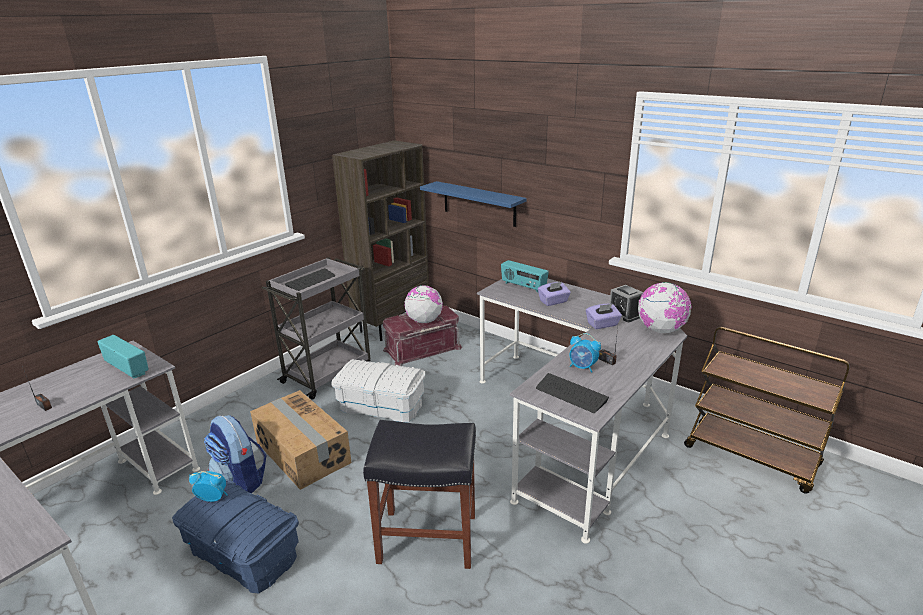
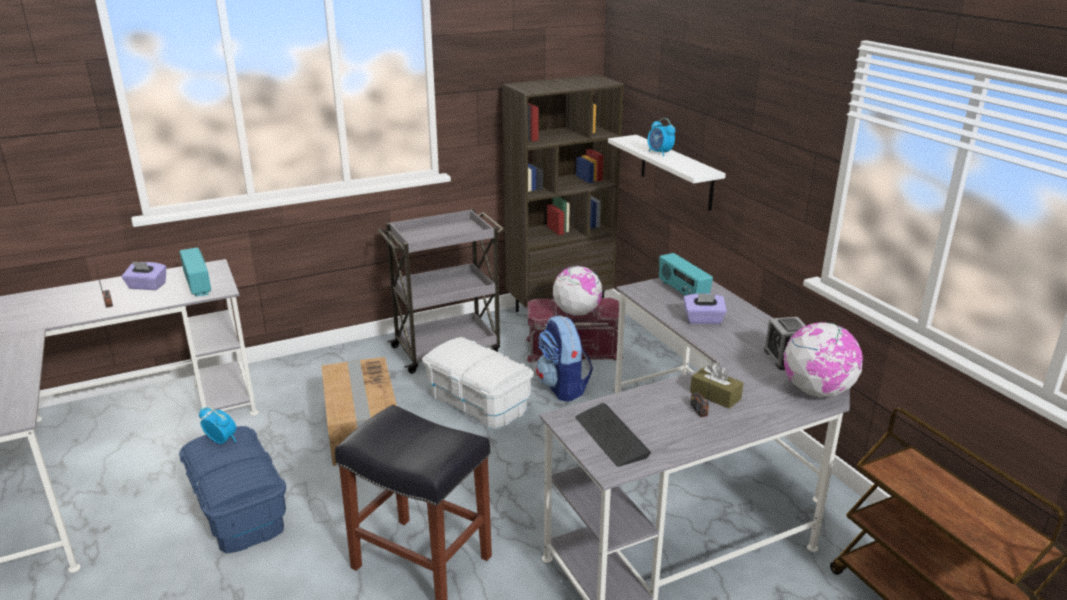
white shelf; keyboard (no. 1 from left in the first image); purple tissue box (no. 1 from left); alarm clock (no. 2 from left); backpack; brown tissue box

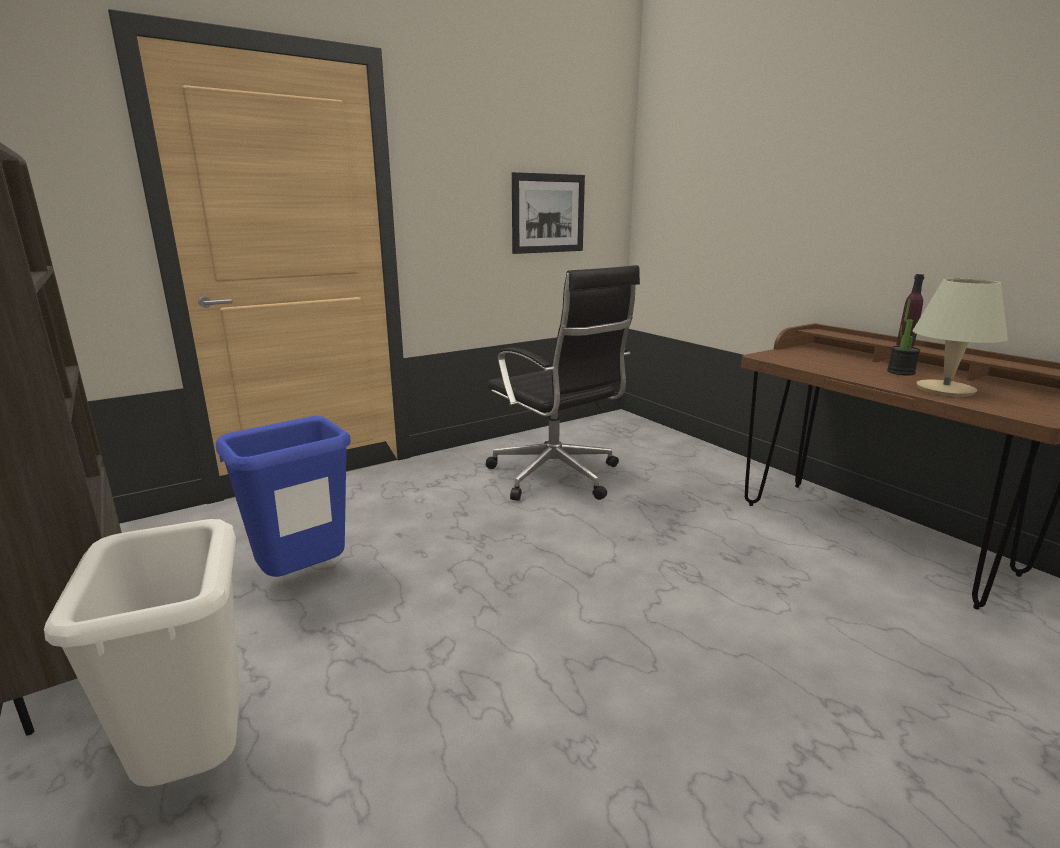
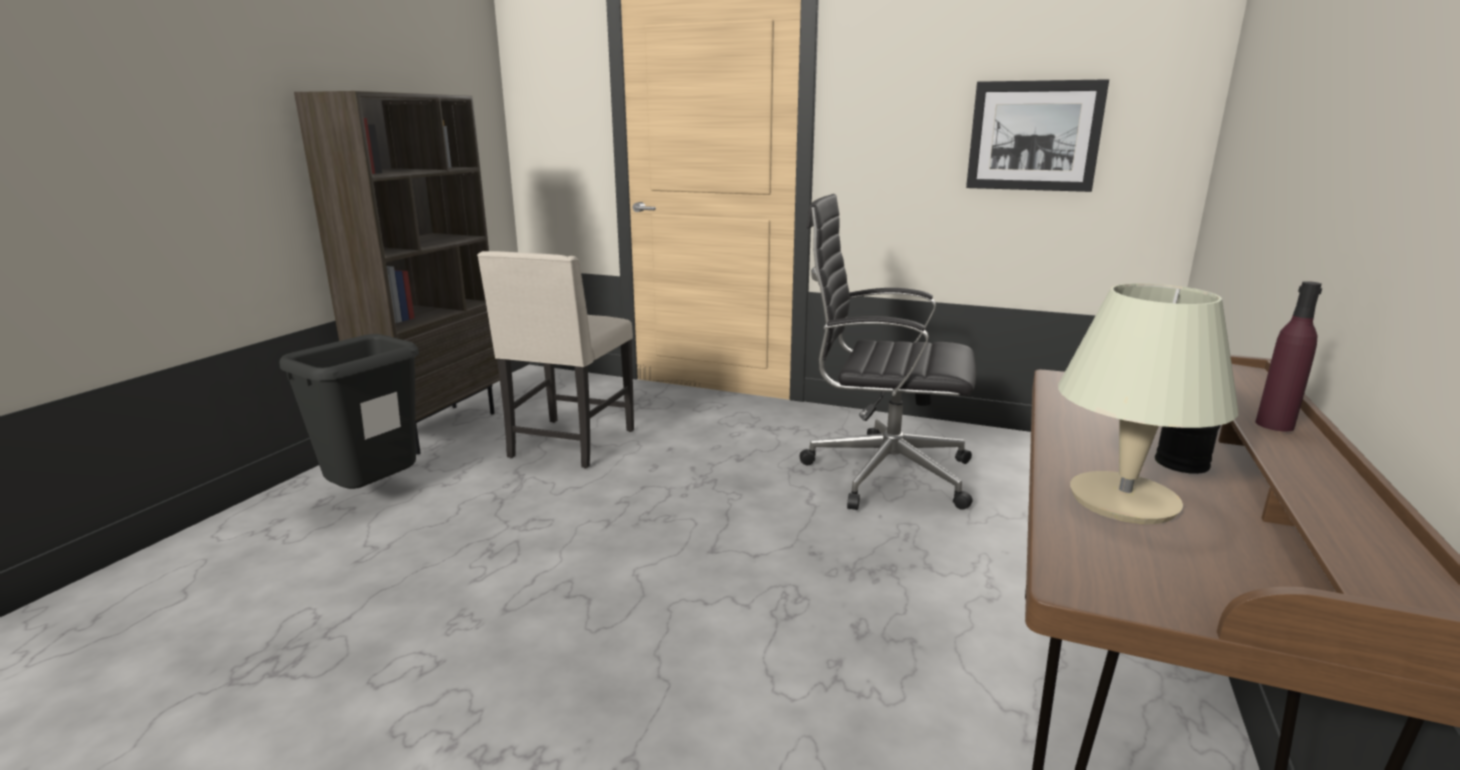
black office chair; beige chair; black trash can

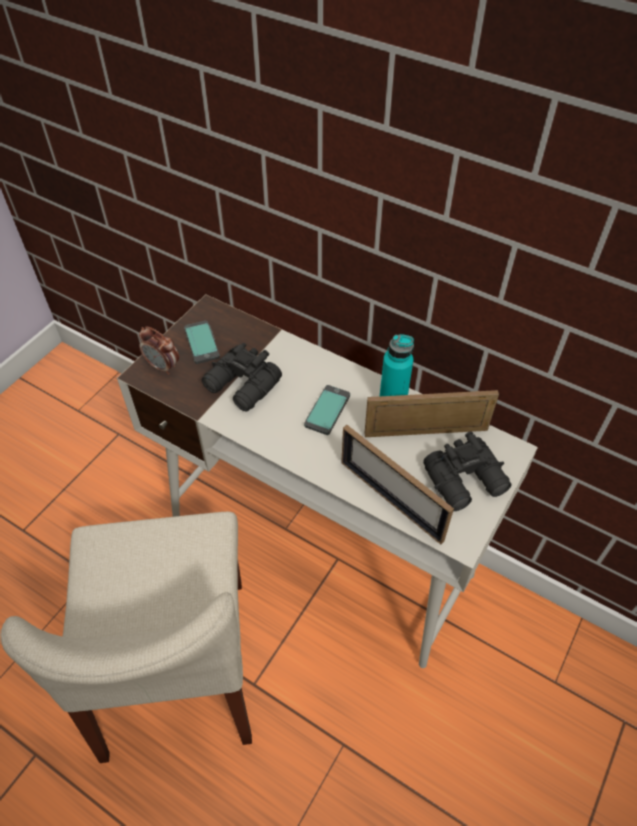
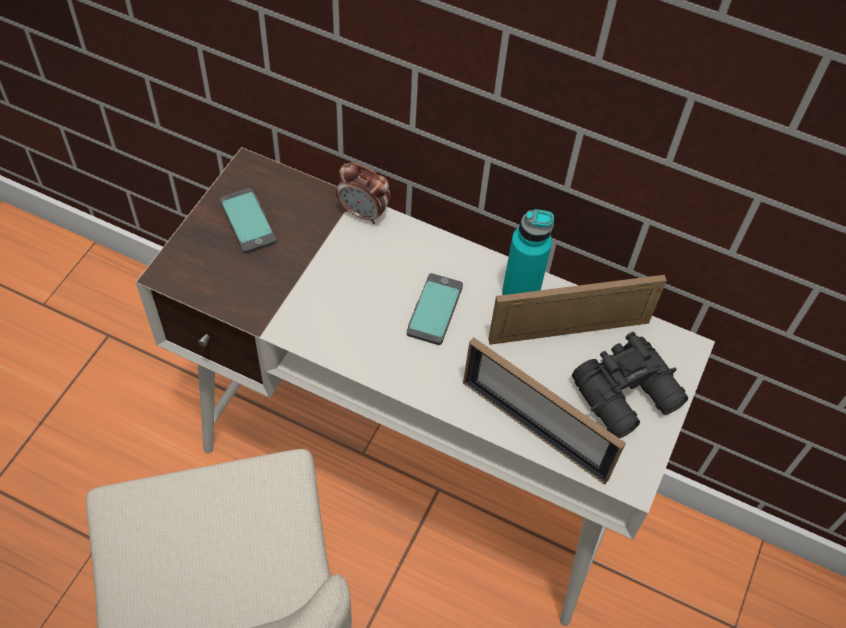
alarm clock; black binoculars (no. 1 from left in the first image)

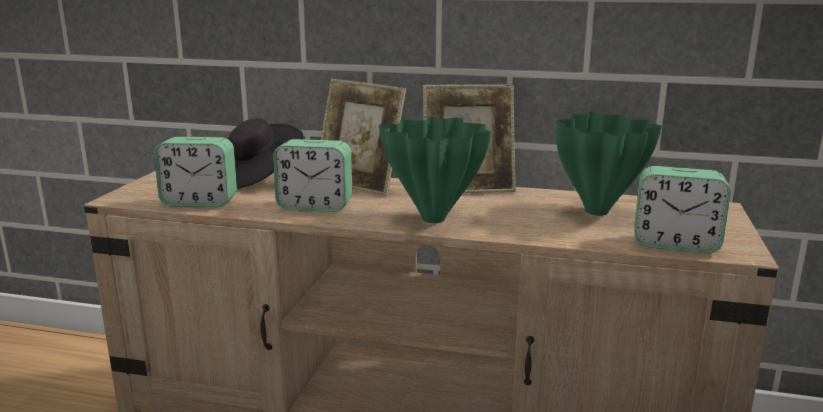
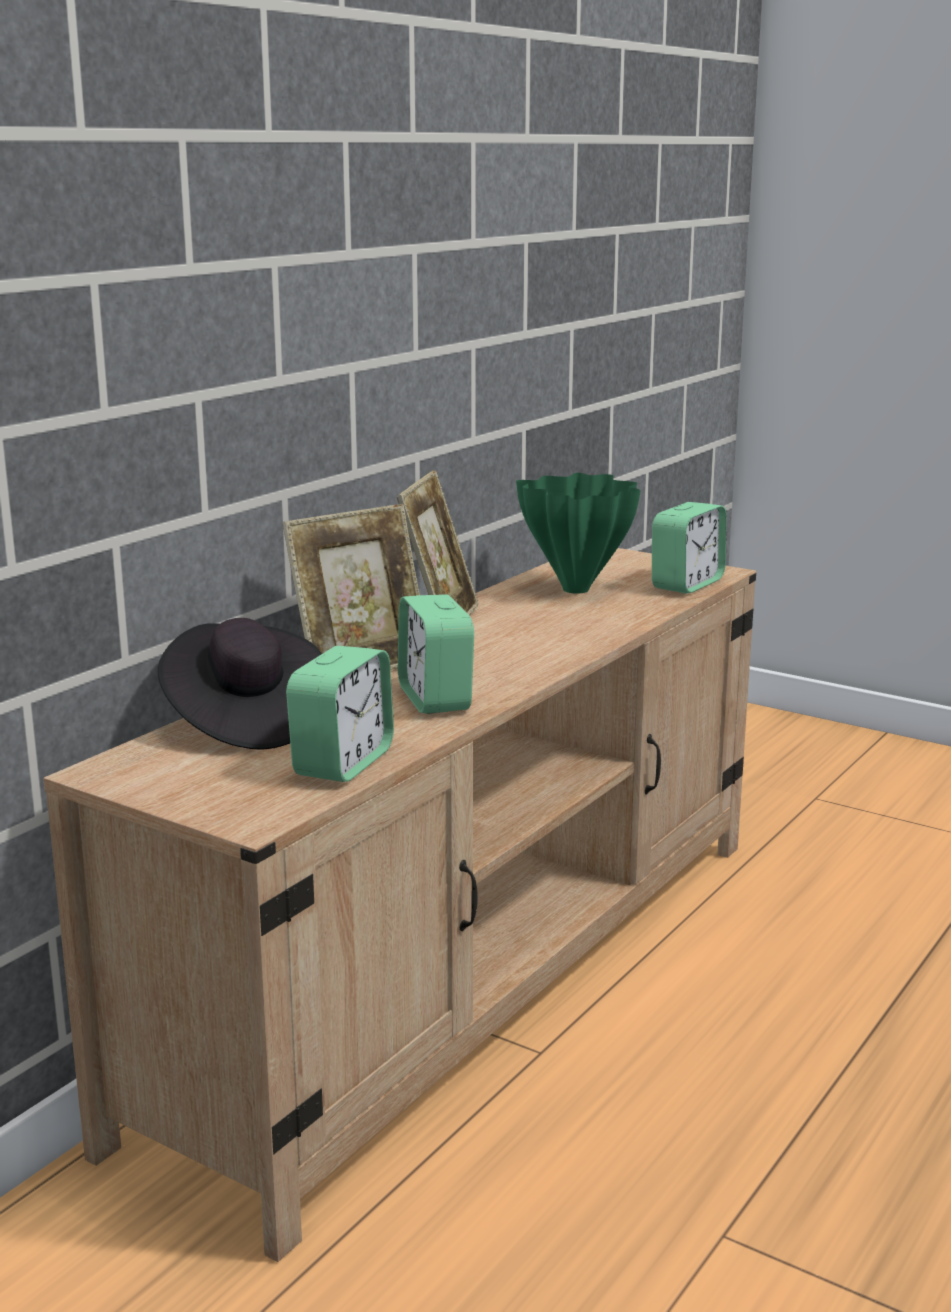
green vase (no. 1 from left in the first image); alarm clock (no. 2 from left)

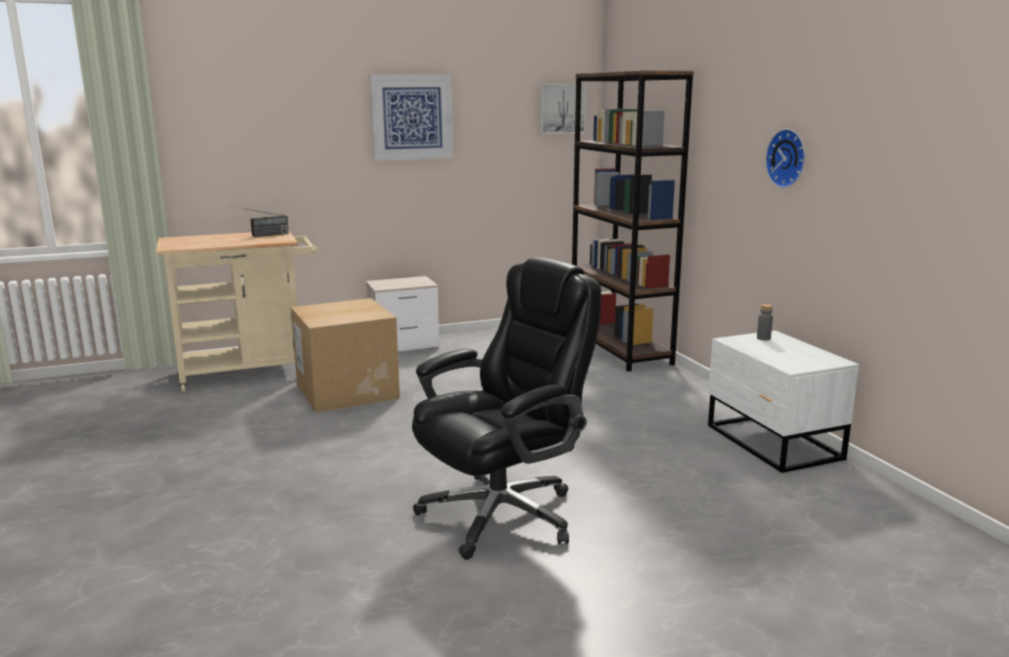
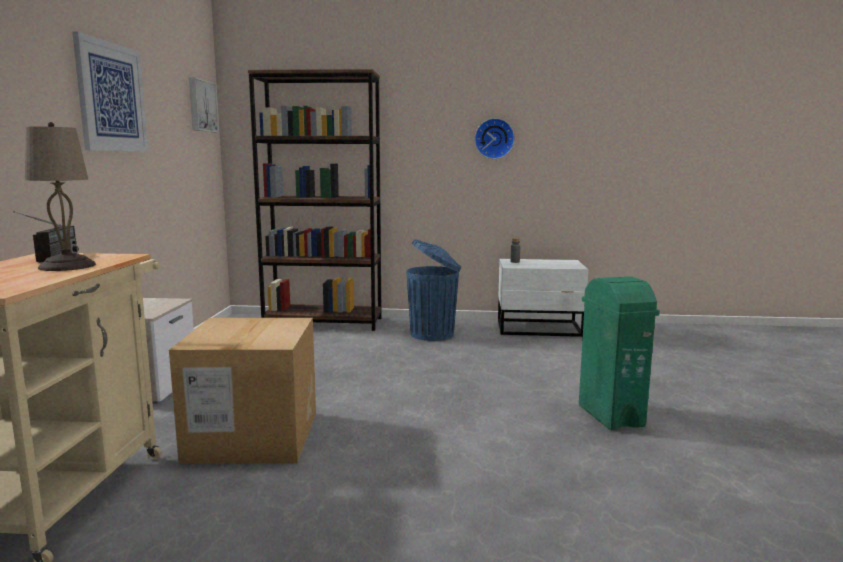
green trash can; beige table lamp; blue trash can

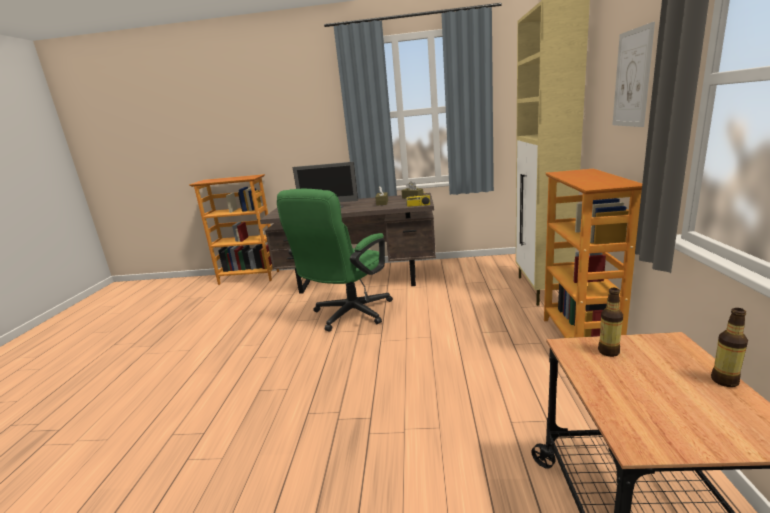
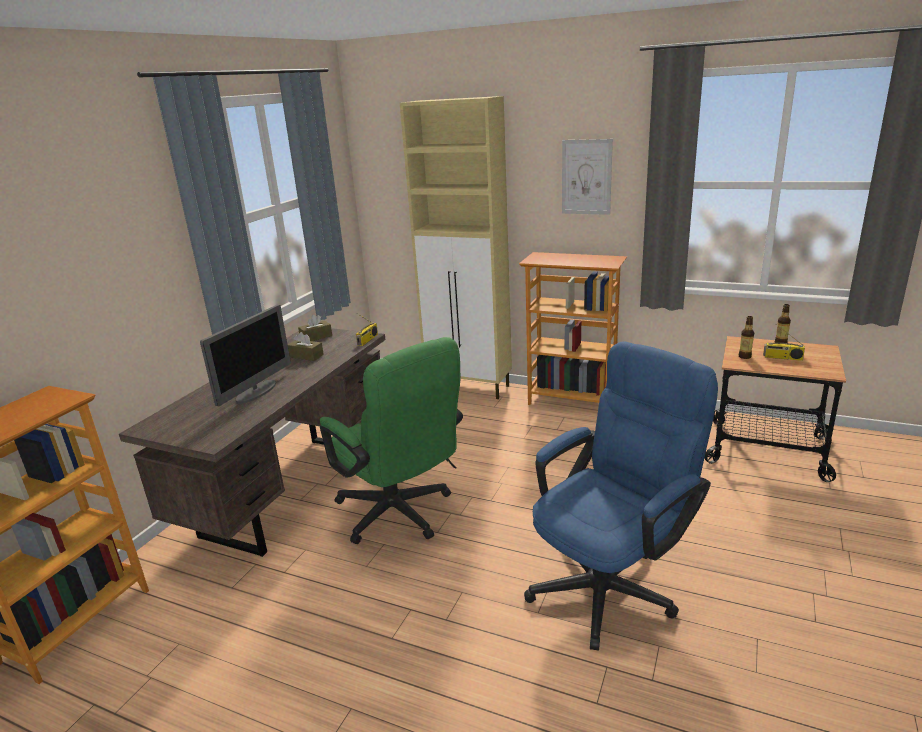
radio (no. 2 from left); blue office chair

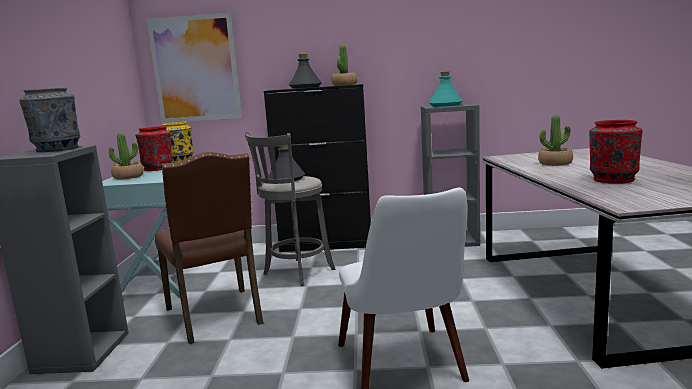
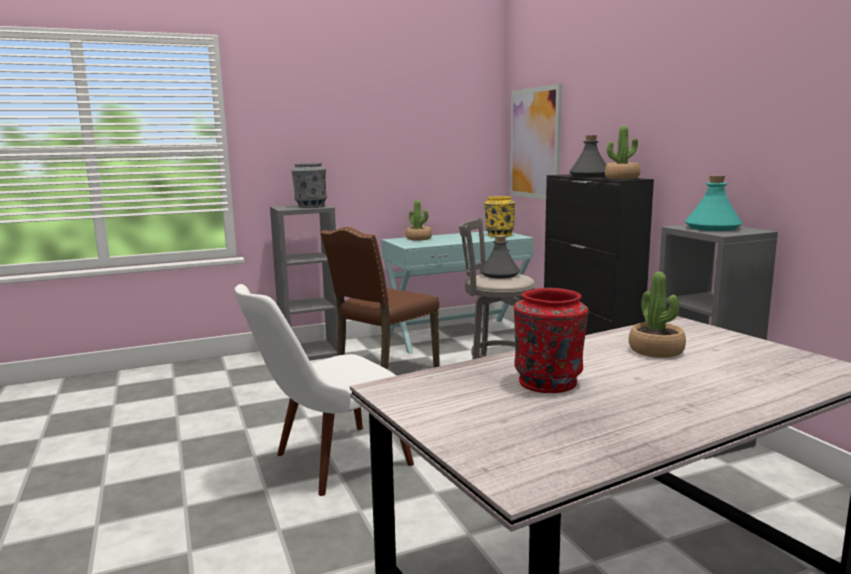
red vase (no. 1 from left in the first image)

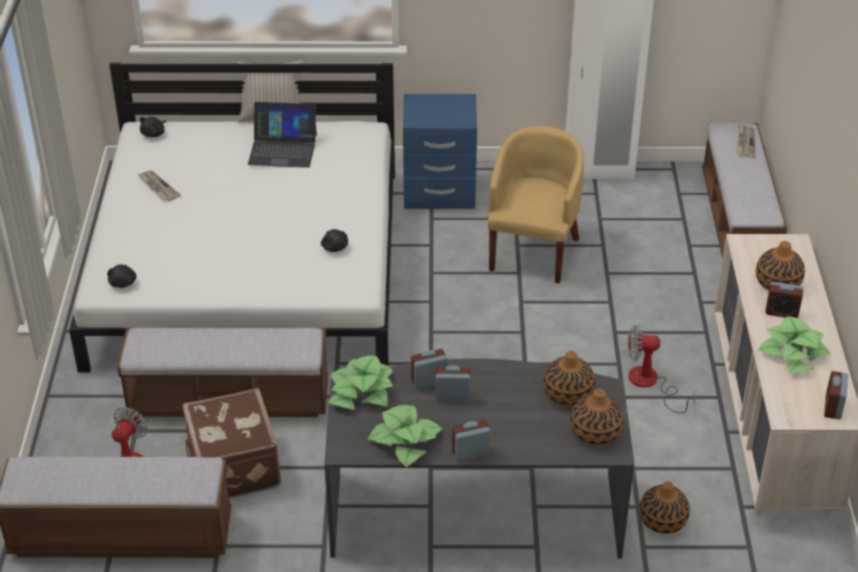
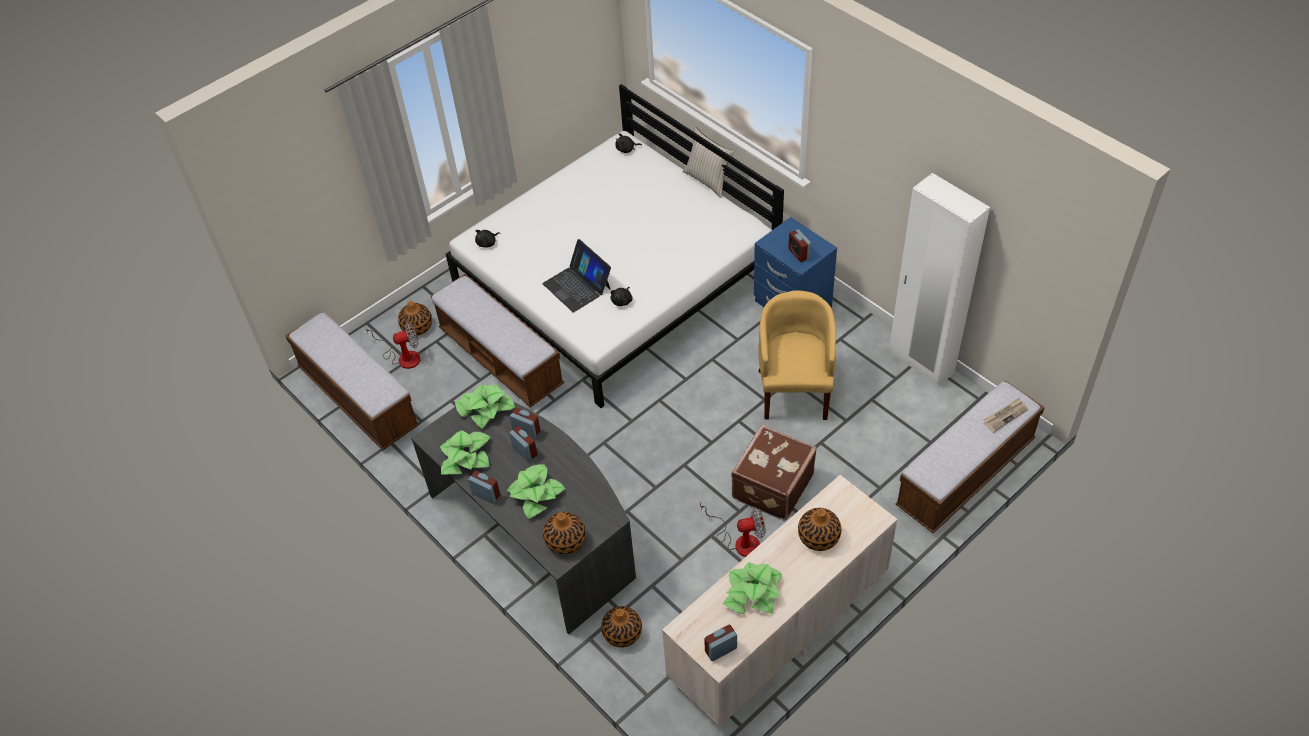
laptop; yellow armchair; newspaper (no. 1 from left in the first image); alarm clock (no. 5 from left); fan (no. 2 from left); vase (no. 1 from left); brown suitcase; potted plant (no. 3 from left)

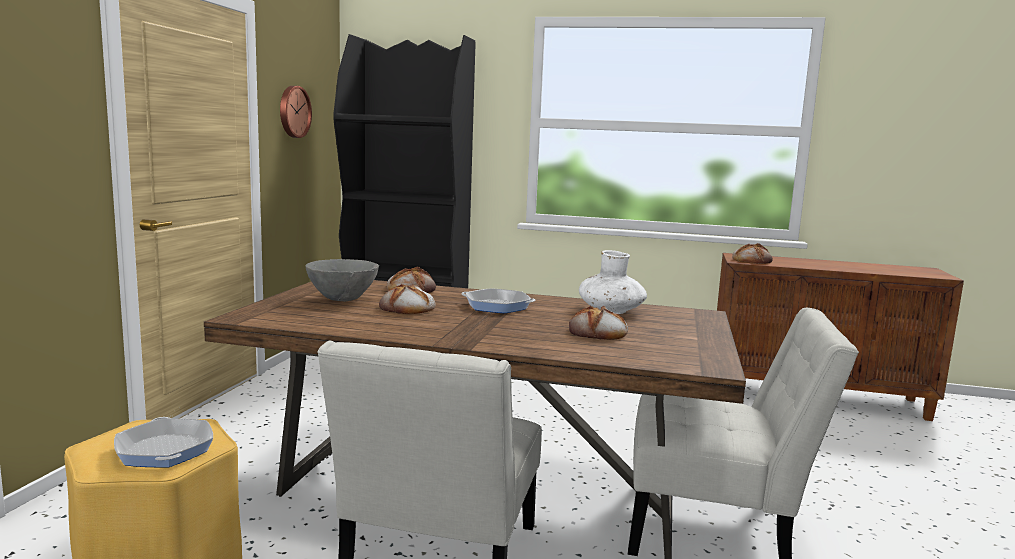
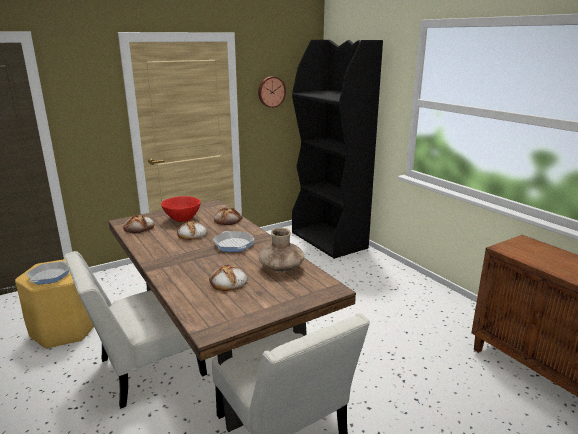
bread (no. 1 from left); brown vase; red bowl

